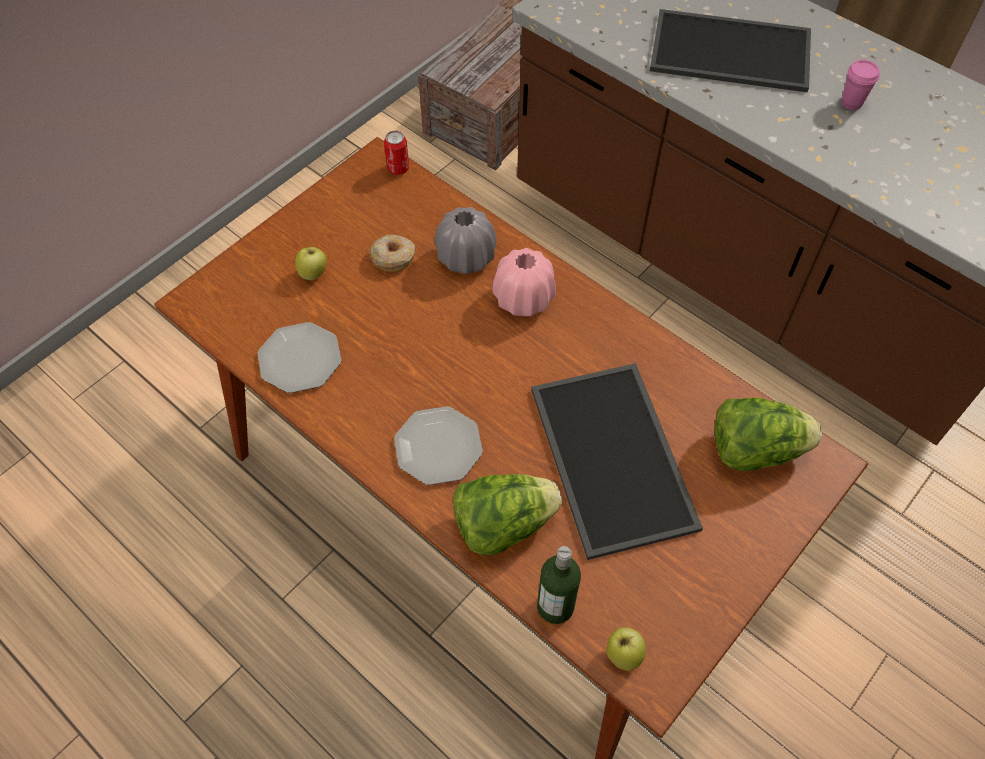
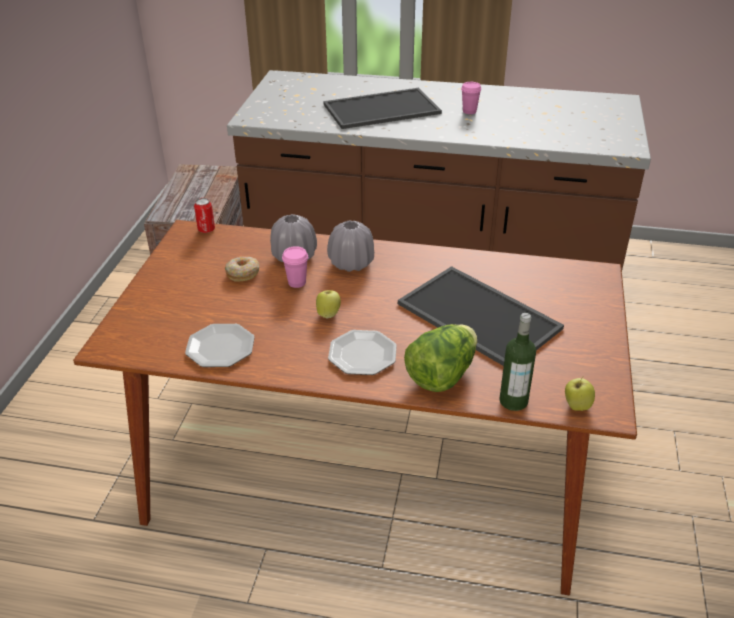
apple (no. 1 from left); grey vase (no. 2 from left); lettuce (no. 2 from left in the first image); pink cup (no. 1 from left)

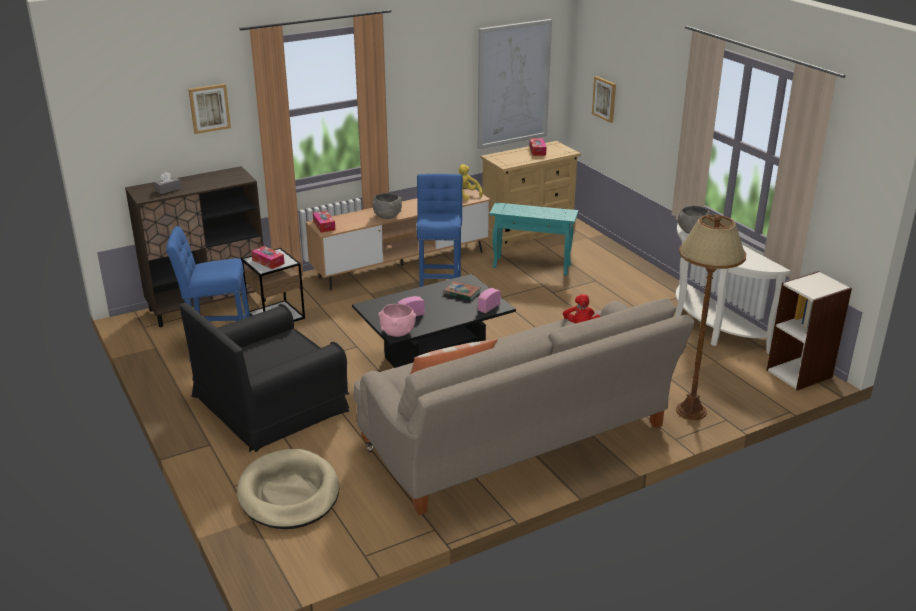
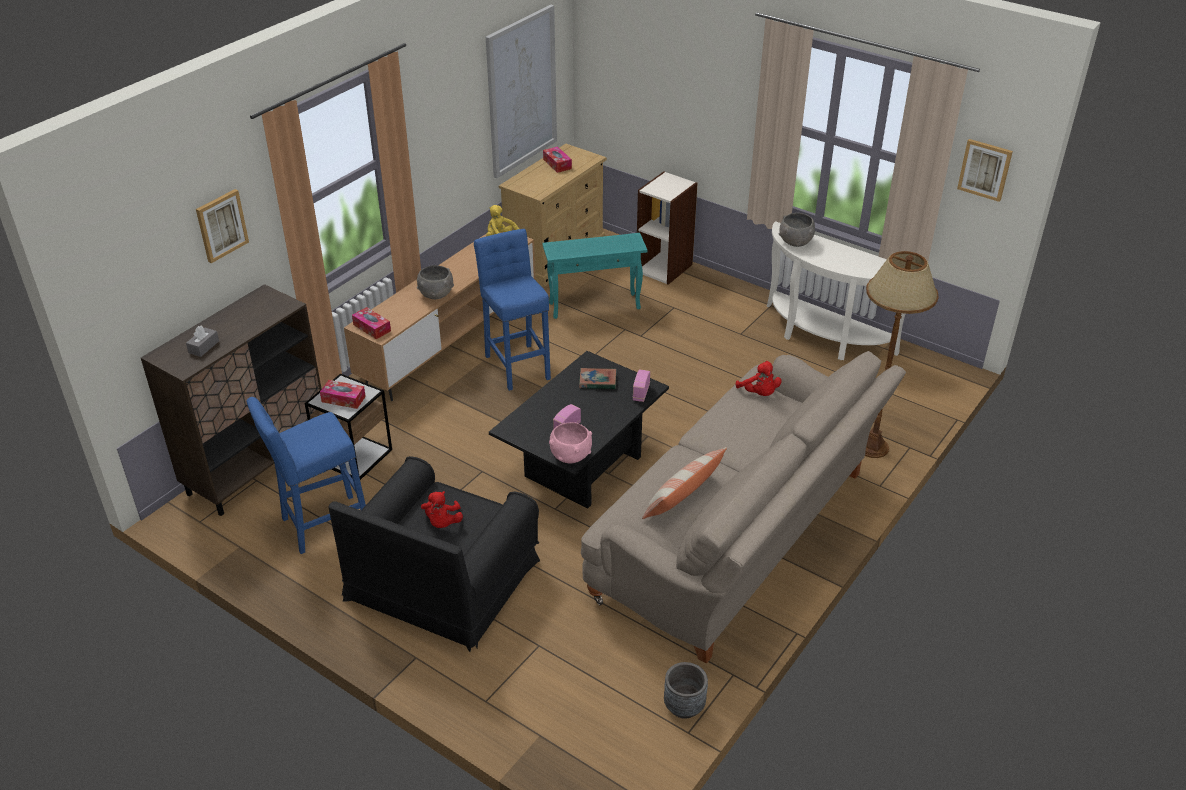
picture (no. 3 from left); bookcase; beige dog bed; red plush toy (no. 1 from left); grey planter

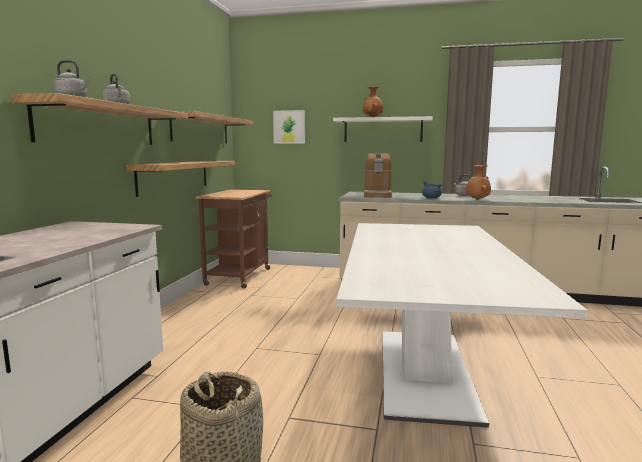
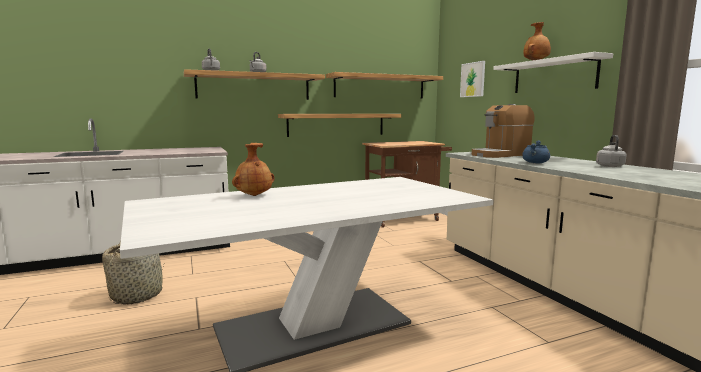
brown vase (no. 1 from left)

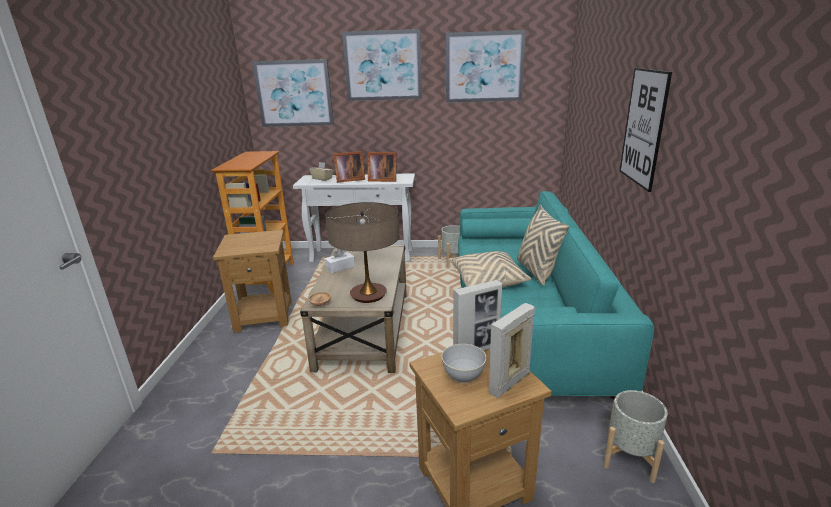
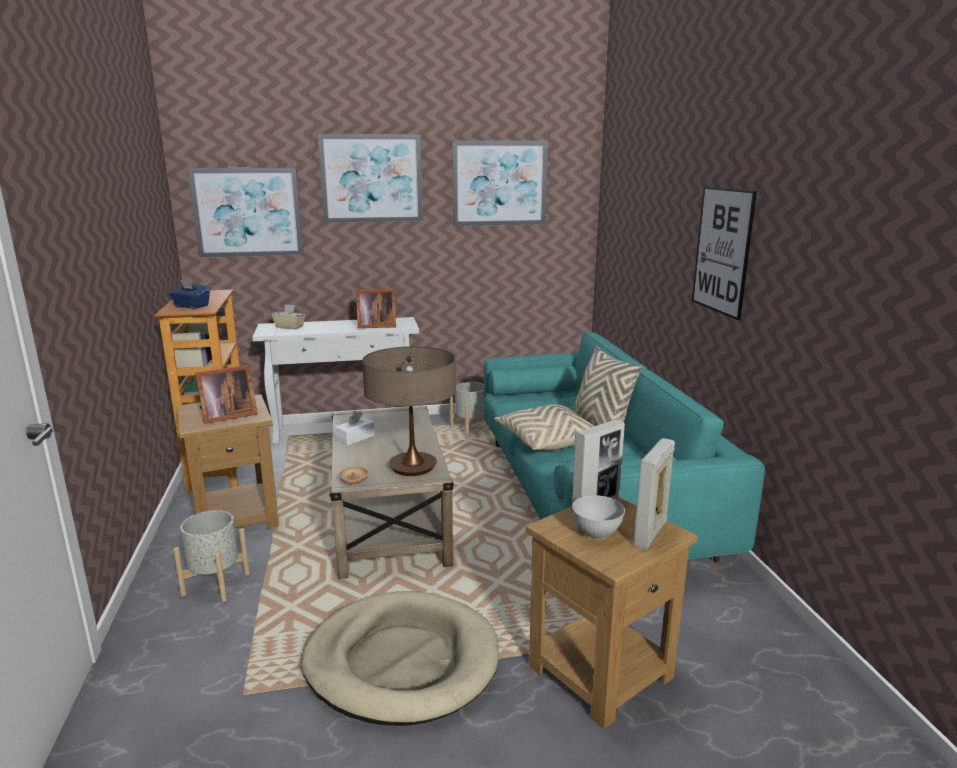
picture frame (no. 1 from left); grey planter (no. 1 from left); blue tissue box; beige dog bed

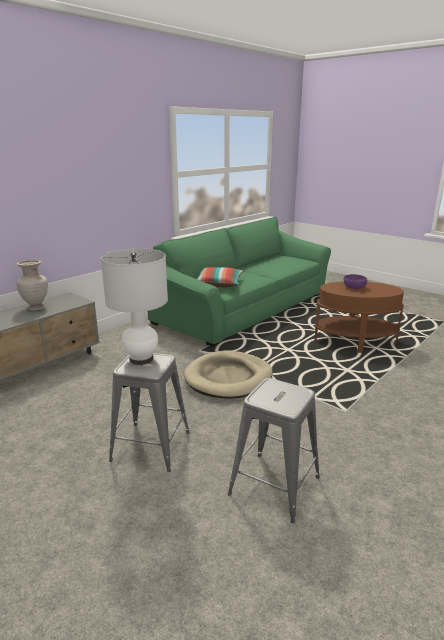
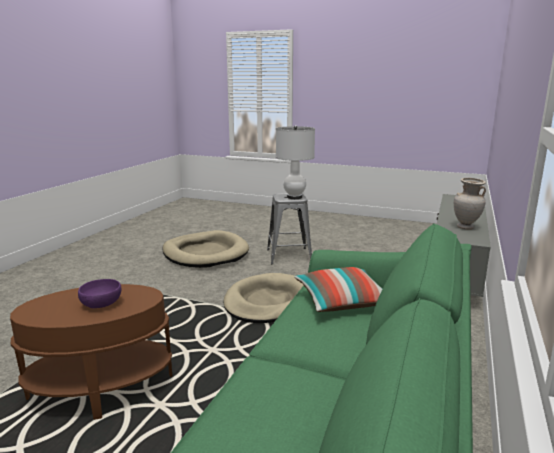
beige dog bed (no. 1 from left)

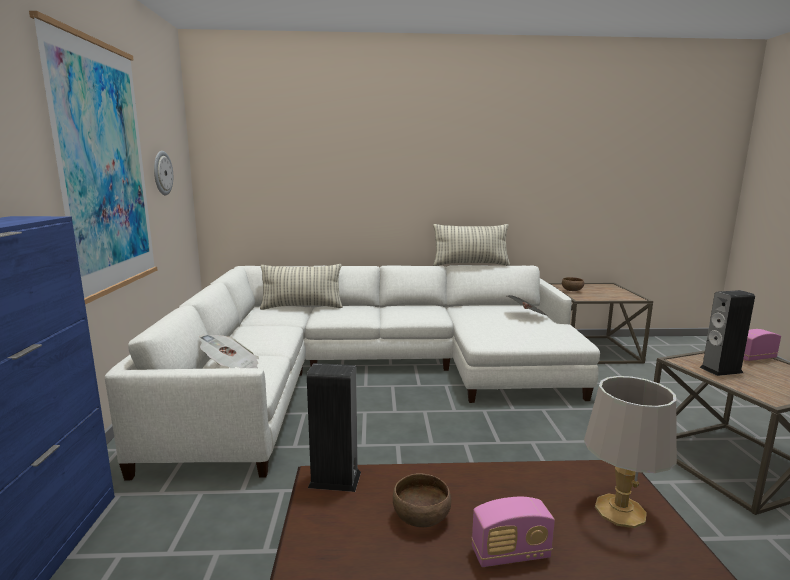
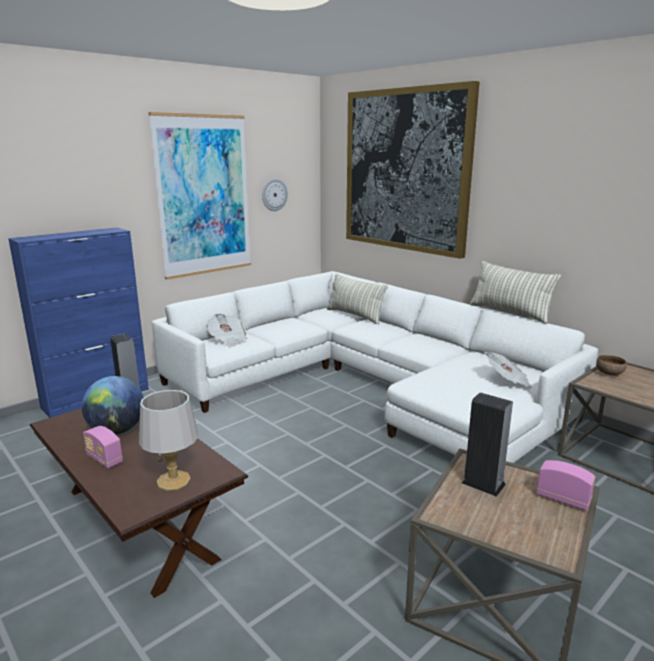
globe; picture (no. 2 from left)

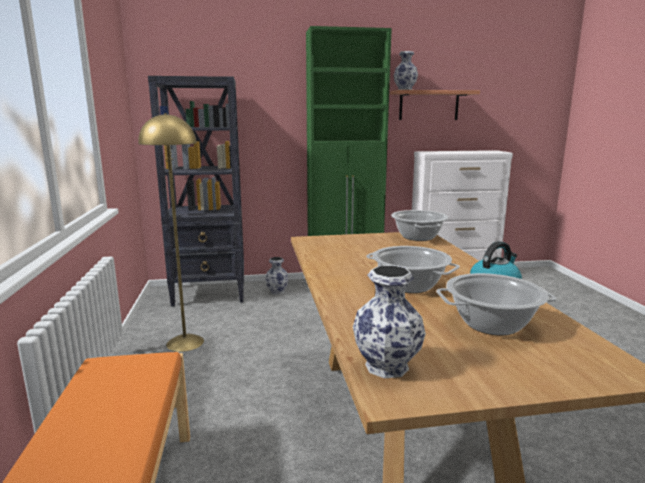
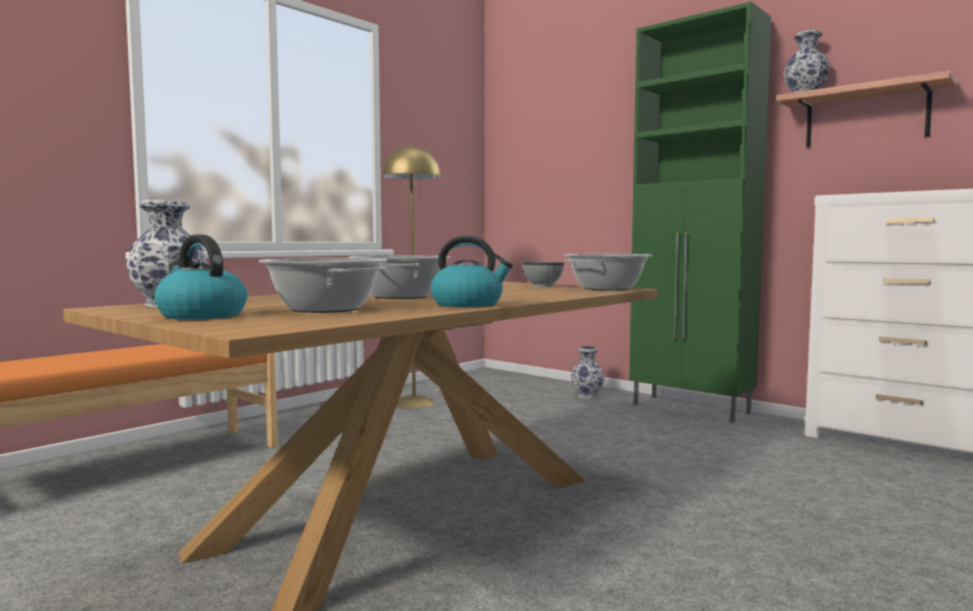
black bookcase; kettle (no. 1 from left); grey bowl

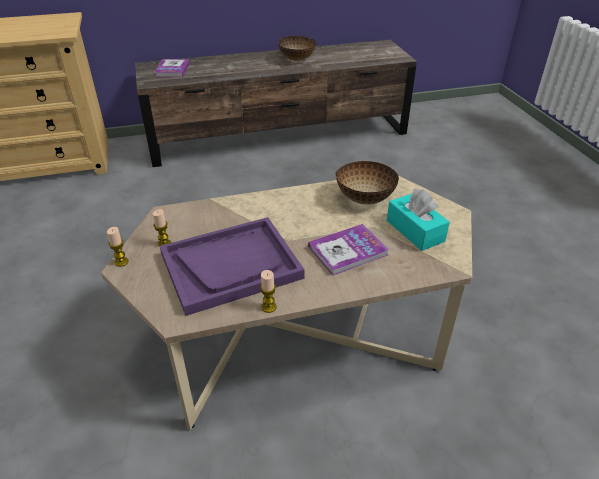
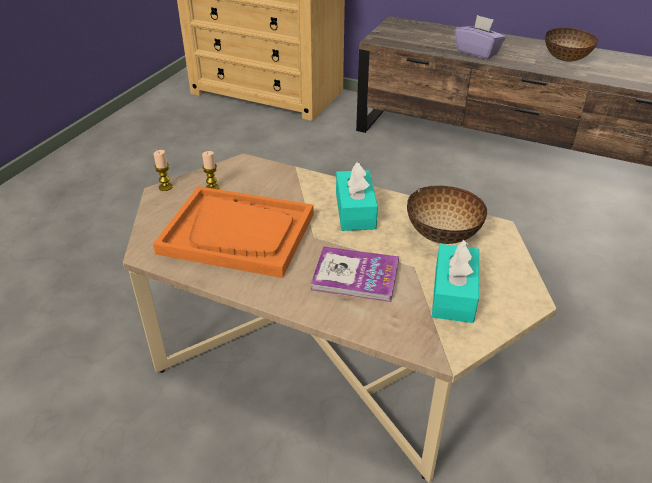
book (no. 1 from left in the first image); orange tray; candle (no. 3 from left in the first image); purple tissue box; turquoise tissue box (no. 1 from left)

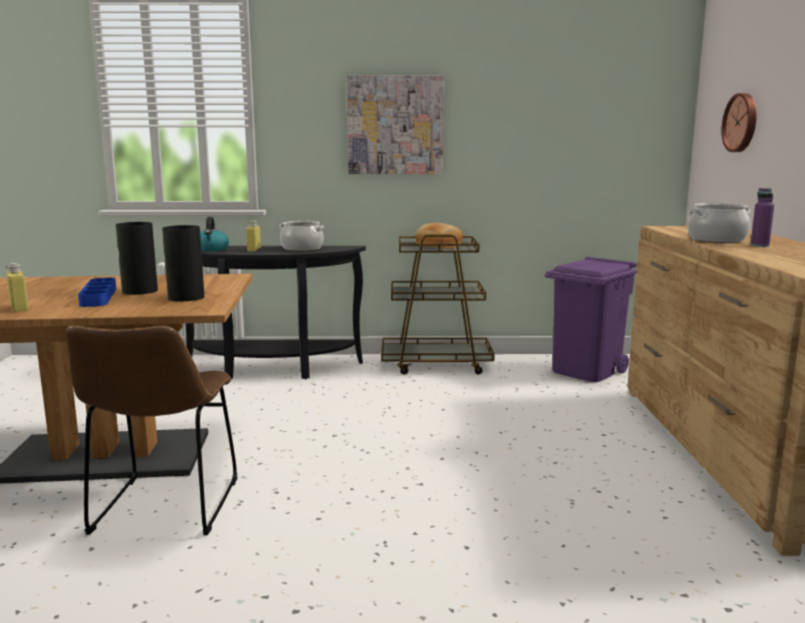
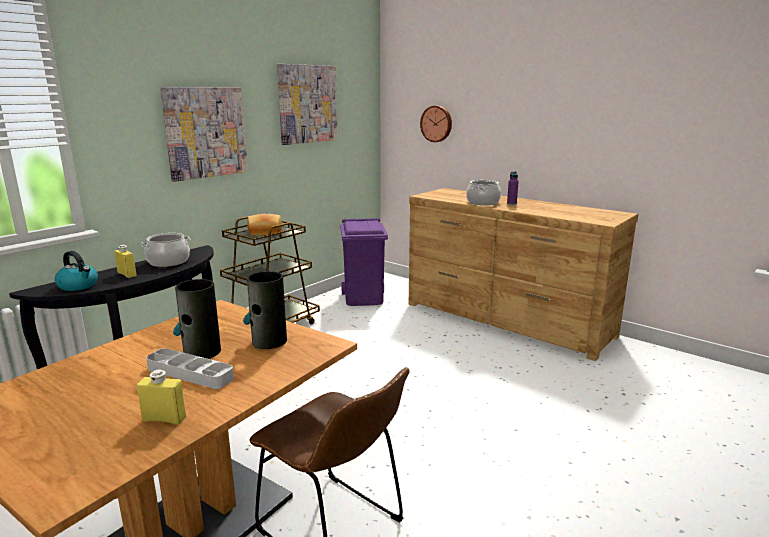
grey tray; picture (no. 2 from left)

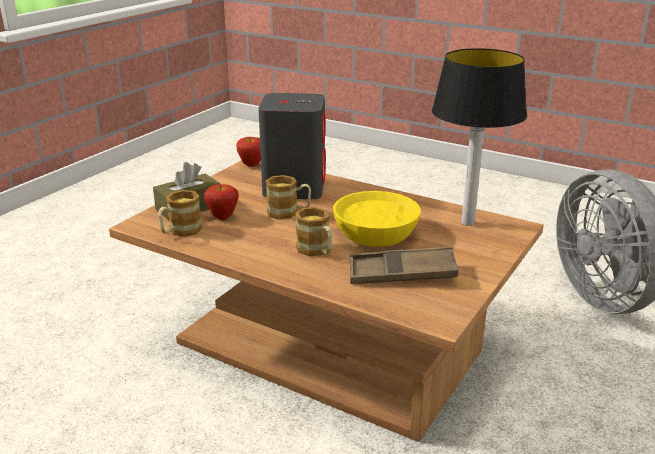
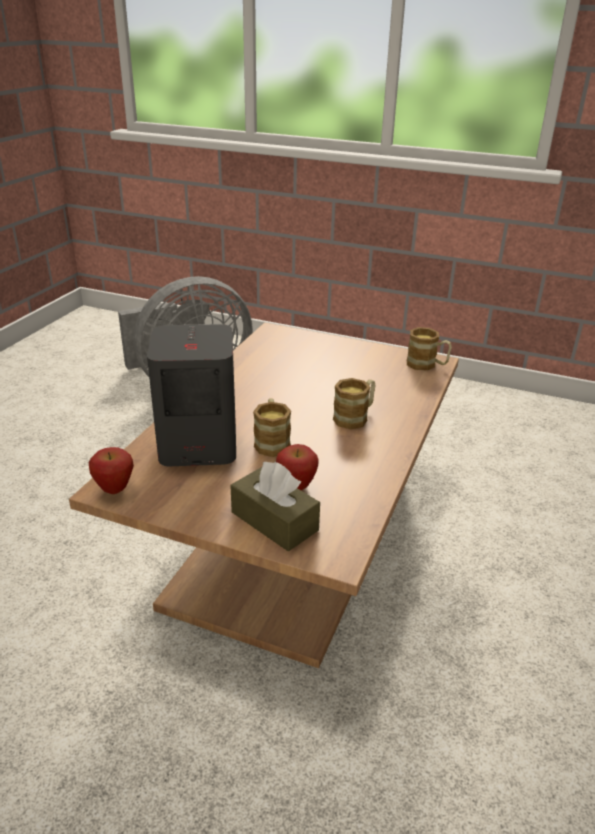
table lamp; mug (no. 3 from left); yellow bowl; brown tray

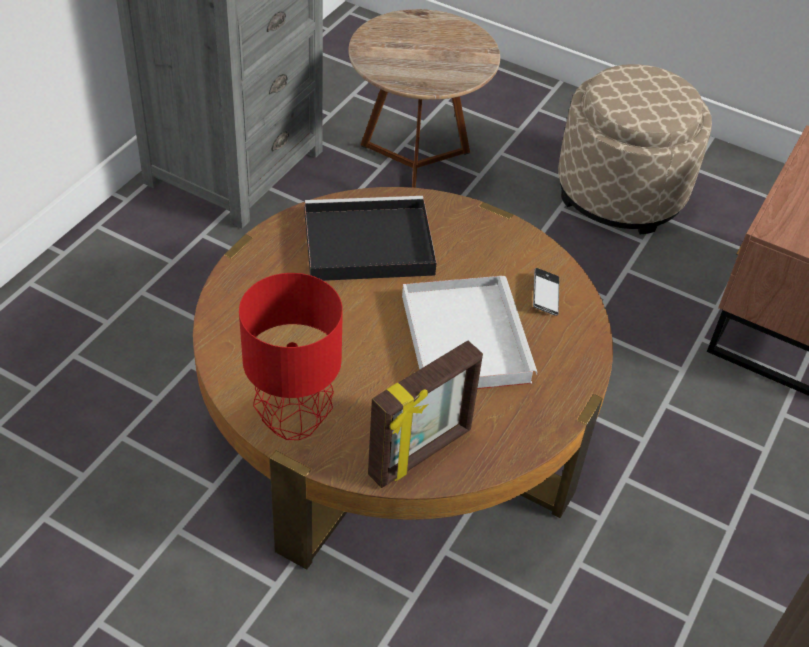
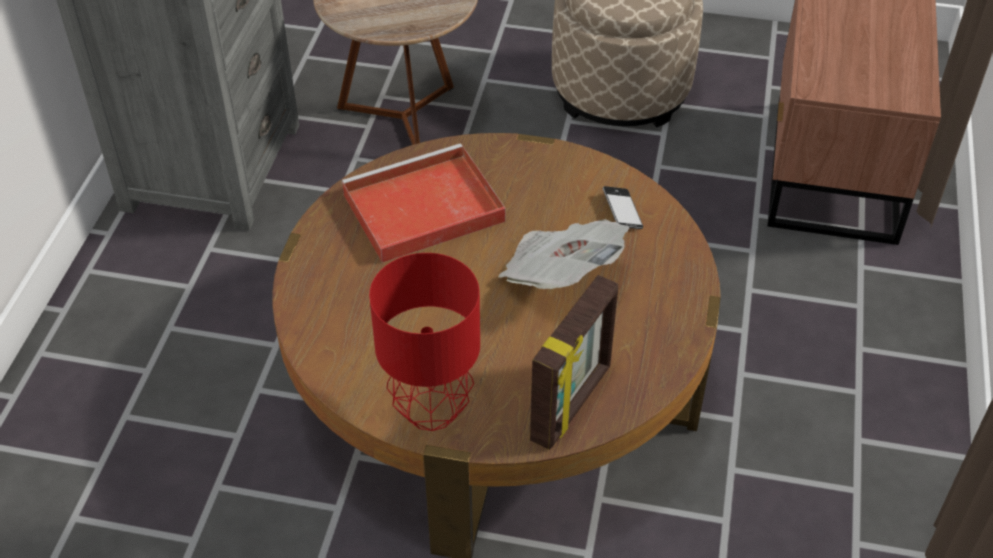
red tray; newspaper

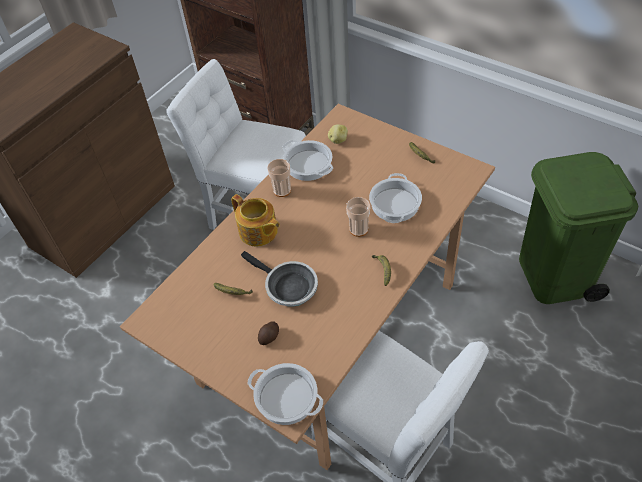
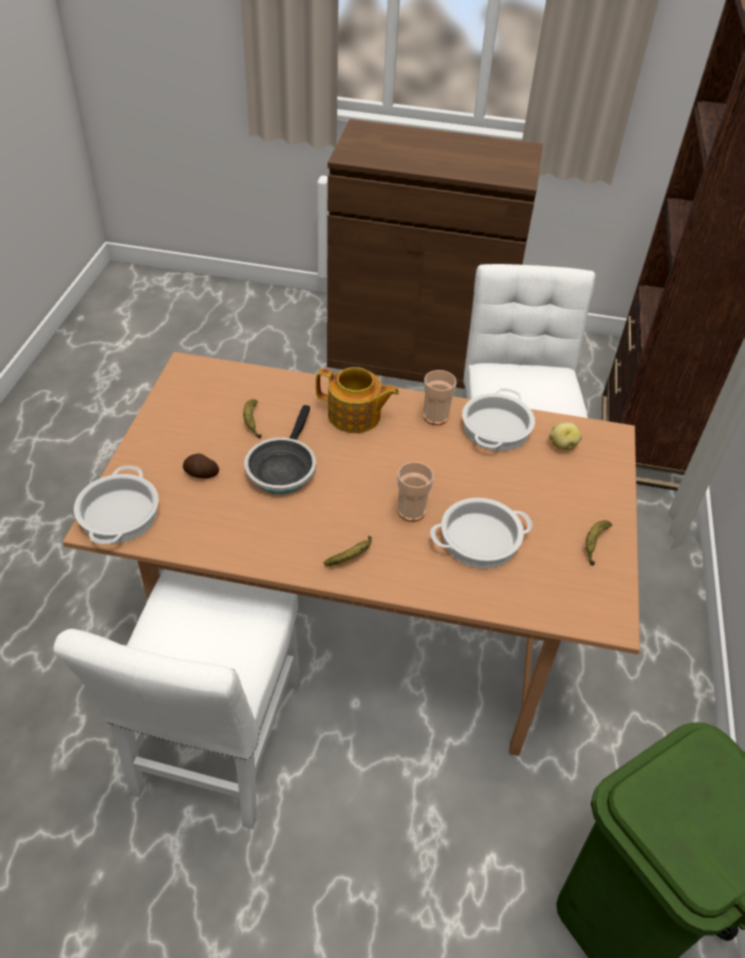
teapot

